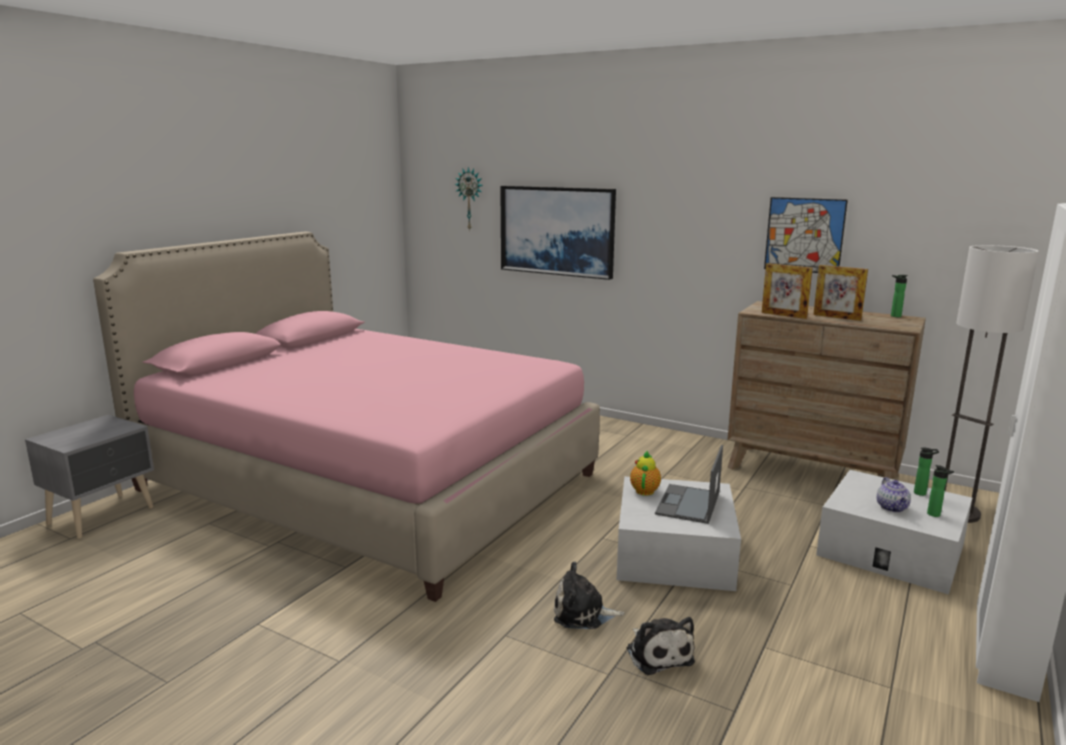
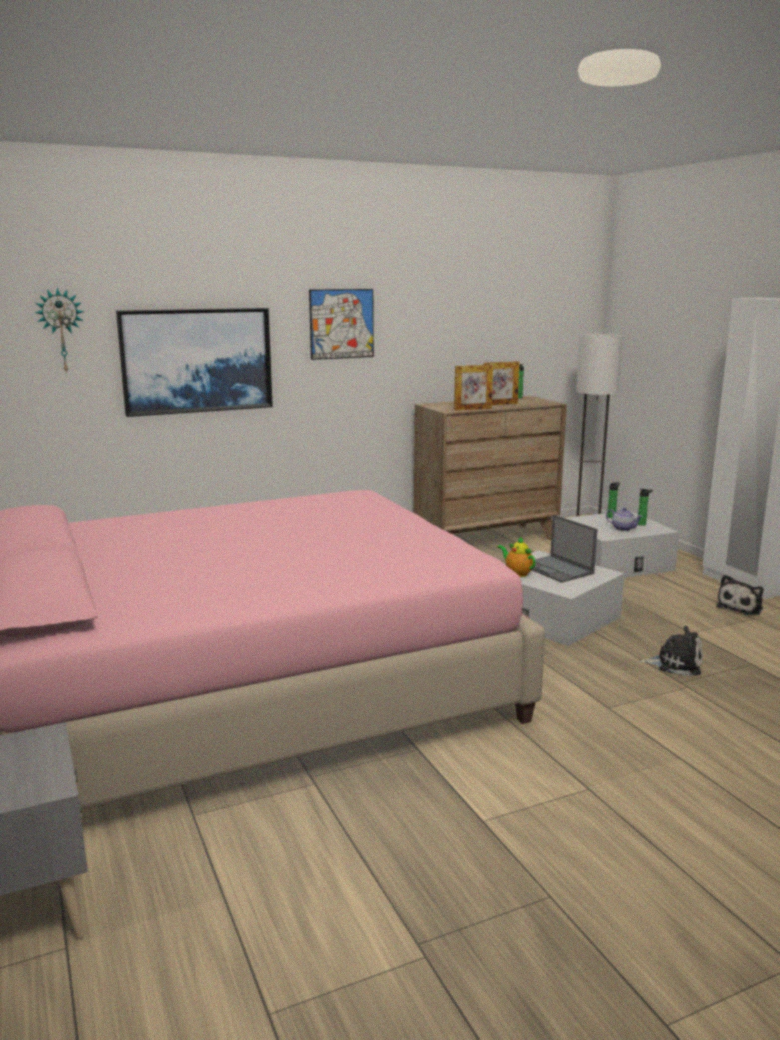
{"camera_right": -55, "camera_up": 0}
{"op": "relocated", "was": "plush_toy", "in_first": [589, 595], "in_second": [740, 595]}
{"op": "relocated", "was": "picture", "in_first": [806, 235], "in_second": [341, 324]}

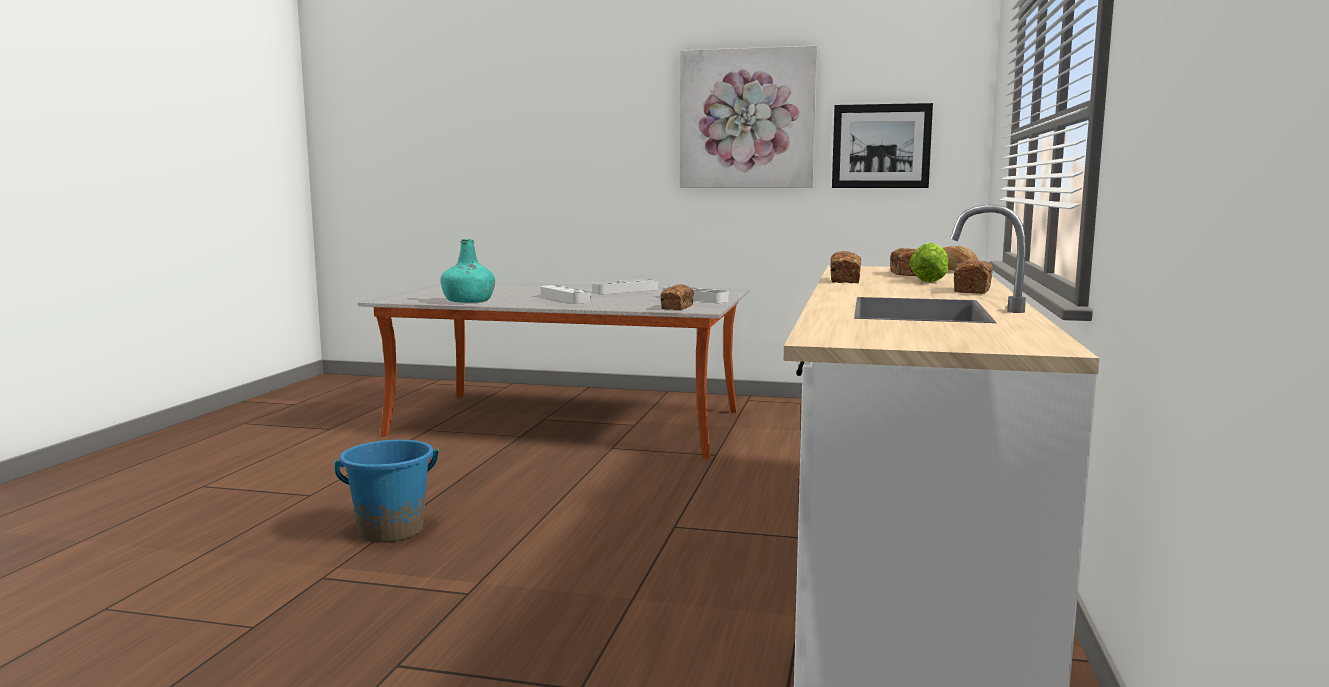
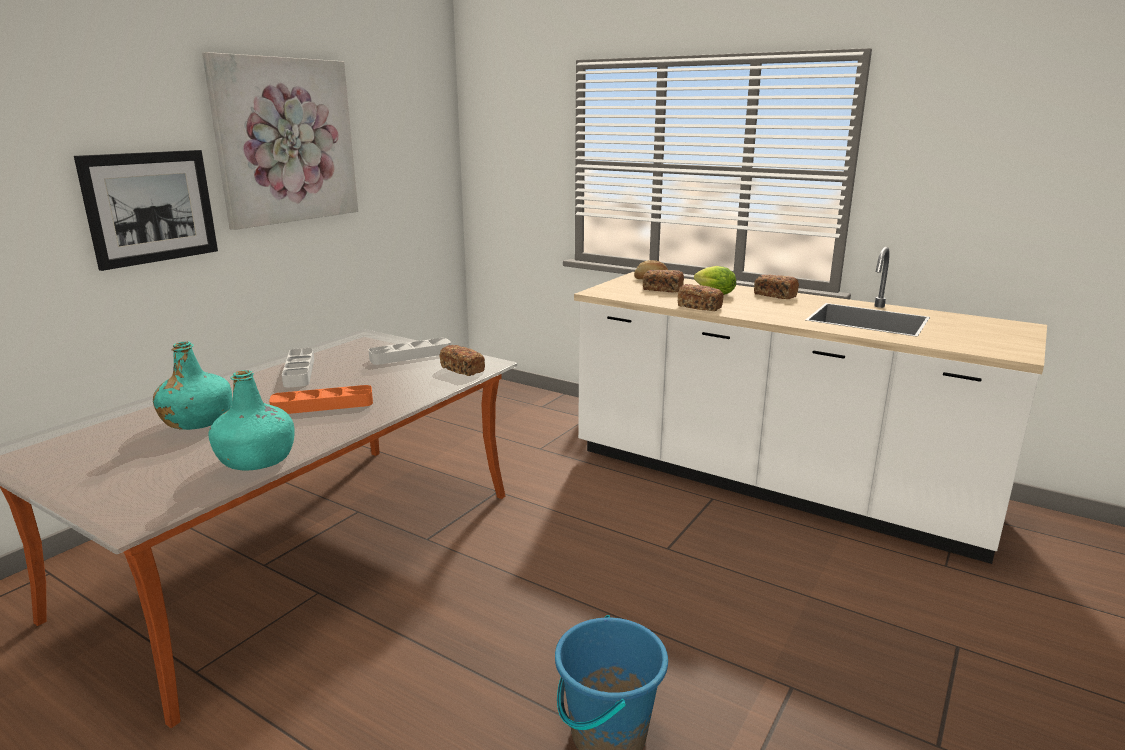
{"camera_right": -70, "camera_up": 10}
{"op": "colour", "was": "grey_tray", "now": "orange_tray", "in_first": [565, 294], "in_second": [321, 399]}
{"op": "relocated", "was": "picture", "in_first": [882, 145], "in_second": [146, 210]}
{"op": "appeared", "now": "turquoise_bottle", "in_second": [192, 385]}

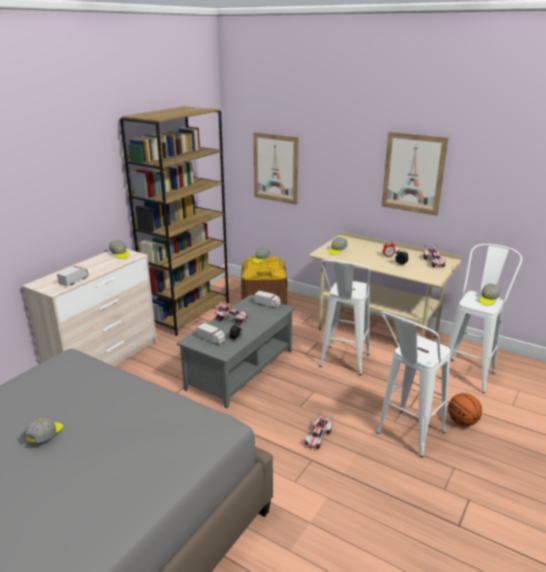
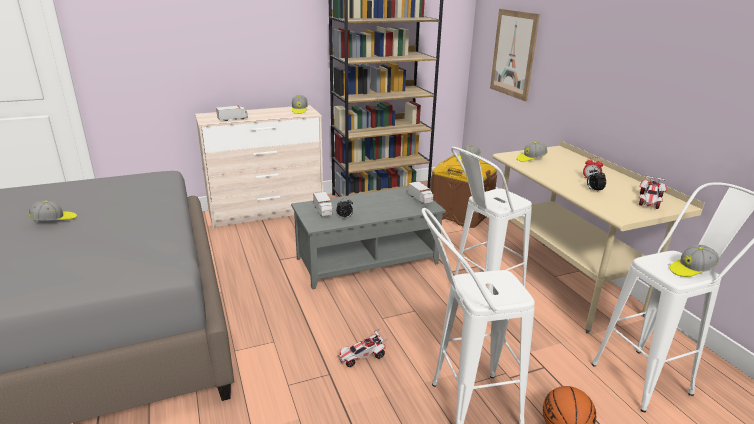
{"camera_right": 35, "camera_up": 0}
{"op": "missing", "was": "toy_car", "in_first": [230, 313]}
{"op": "missing", "was": "picture", "in_first": [415, 174]}

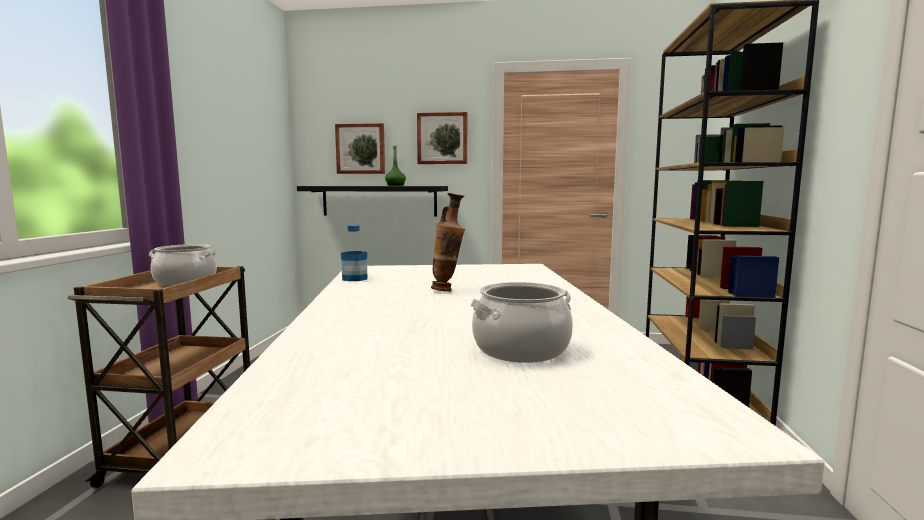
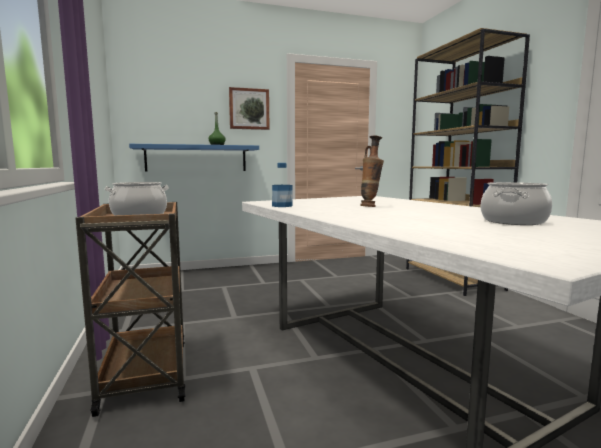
{"camera_right": -25, "camera_up": 0}
{"op": "colour", "was": "black_shelf", "now": "blue_shelf", "in_first": [372, 201], "in_second": [194, 157]}
{"op": "missing", "was": "picture", "in_first": [360, 148]}

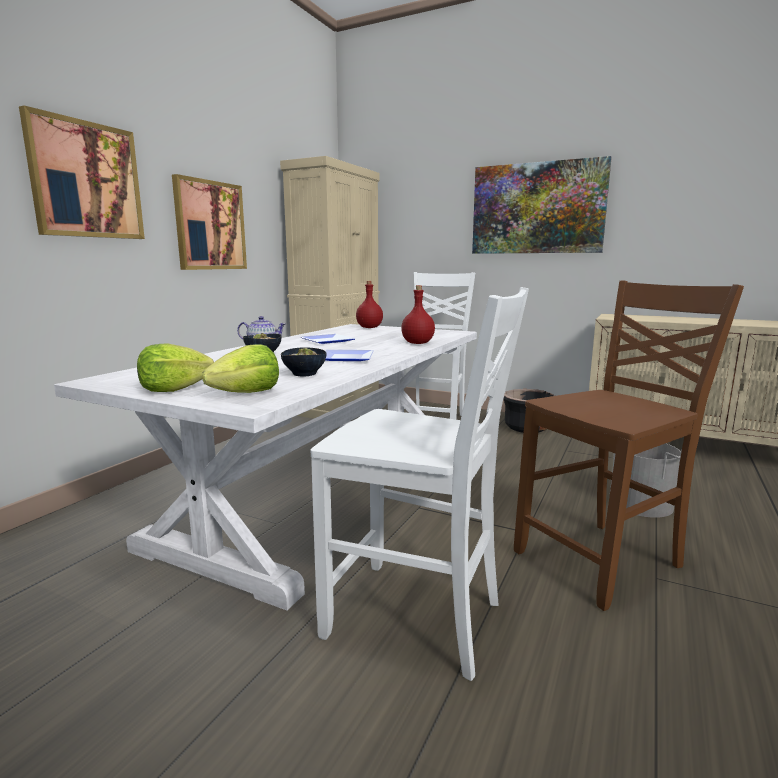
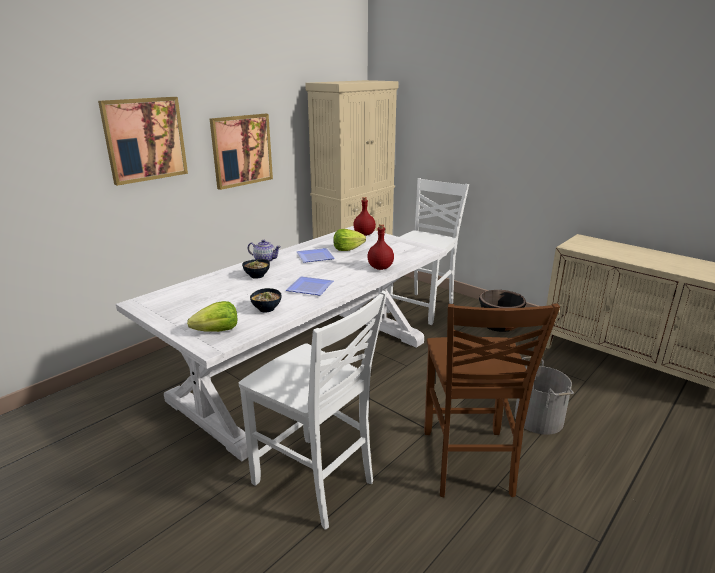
{"camera_right": 15, "camera_up": 10}
{"op": "relocated", "was": "lettuce", "in_first": [175, 367], "in_second": [349, 240]}
{"op": "missing", "was": "picture", "in_first": [542, 205]}
{"op": "spun", "was": "brown_chair", "in_first": [629, 446], "in_second": [492, 400], "clockwise": 105}

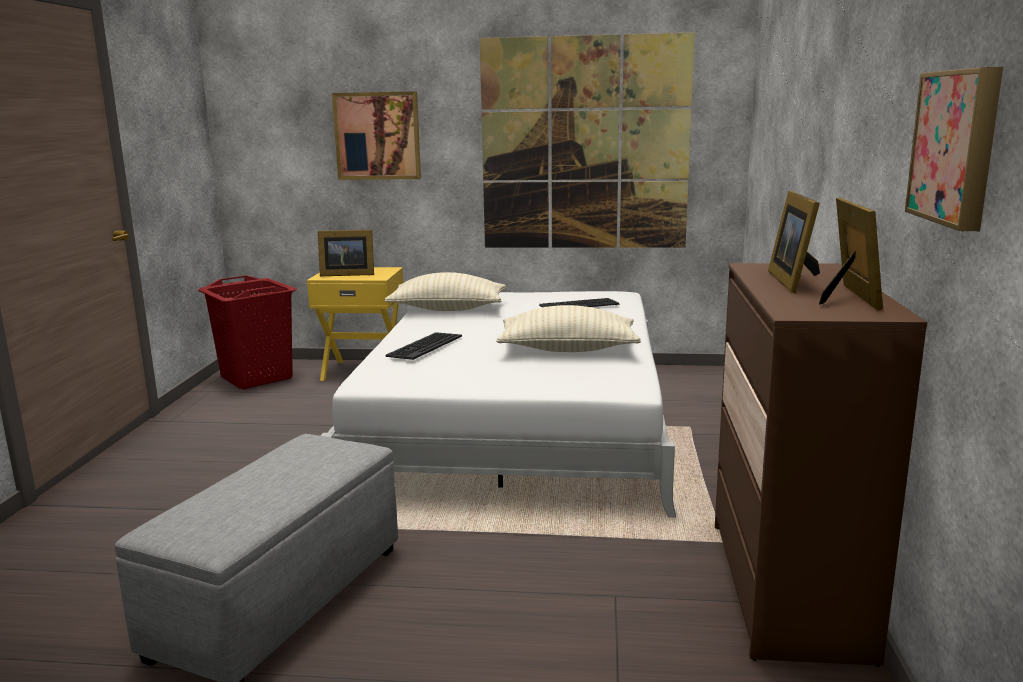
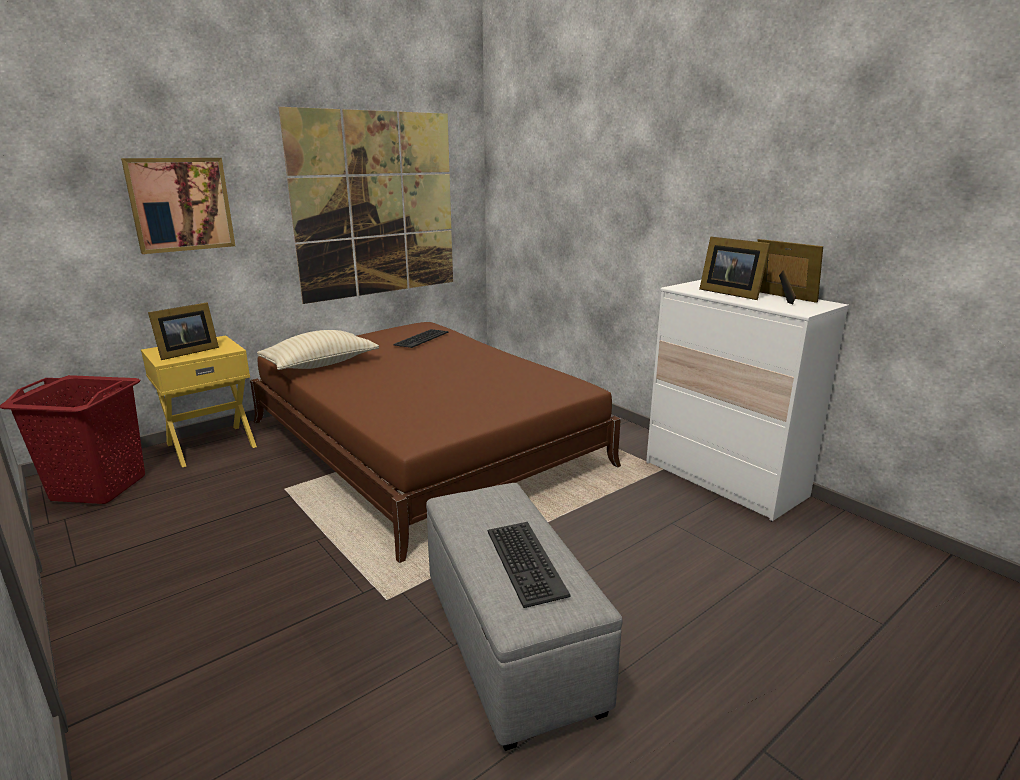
{"camera_right": -45, "camera_up": 5}
{"op": "colour", "was": "white_bed", "now": "brown_bed", "in_first": [498, 404], "in_second": [435, 442]}
{"op": "relocated", "was": "keyboard", "in_first": [424, 346], "in_second": [529, 565]}
{"op": "missing", "was": "beige_pillow", "in_first": [568, 328]}
{"op": "colour", "was": "brown_dresser", "now": "white_dresser", "in_first": [821, 465], "in_second": [747, 400]}
{"op": "missing", "was": "picture", "in_first": [954, 149]}

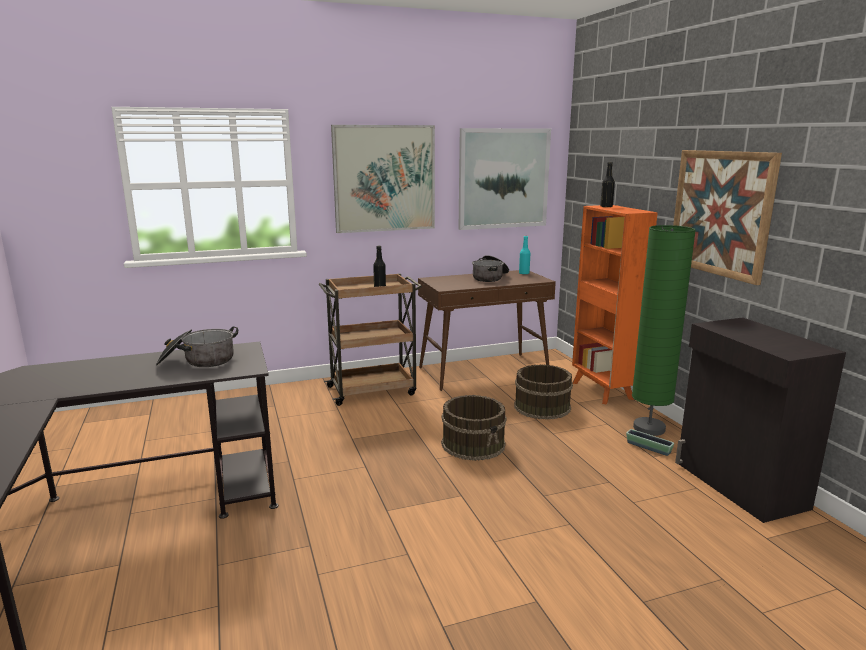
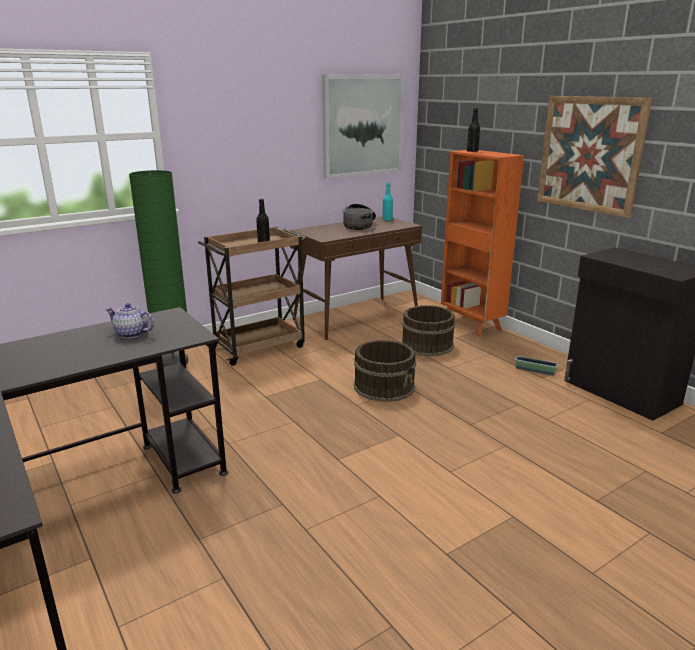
{"camera_right": -15, "camera_up": 5}
{"op": "exchanged", "was": "cooking_pot", "now": "teapot", "in_first": [197, 347], "in_second": [130, 320]}
{"op": "missing", "was": "picture", "in_first": [383, 179]}
{"op": "relocated", "was": "green_floor_lamp", "in_first": [664, 330], "in_second": [158, 268]}

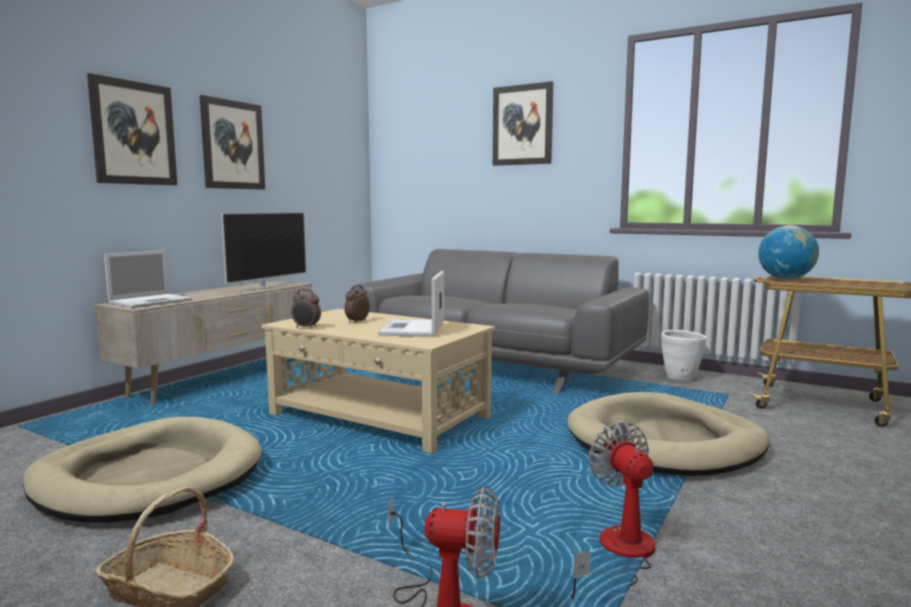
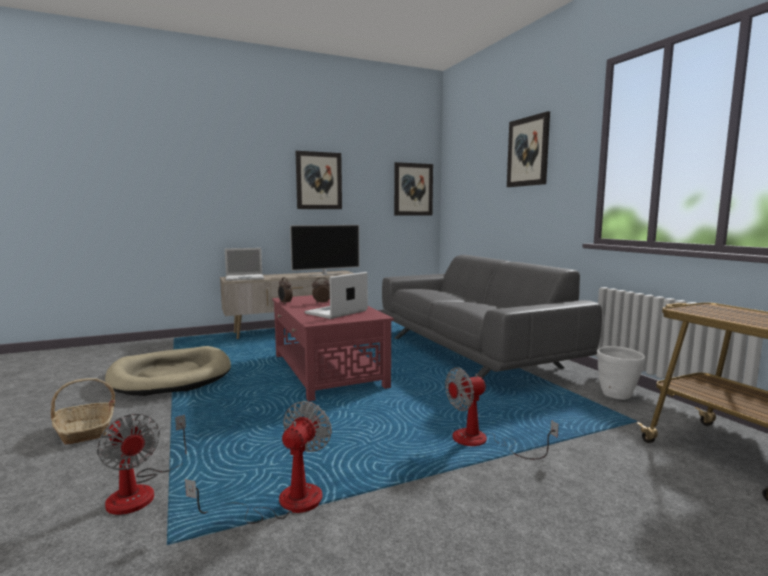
{"camera_right": 35, "camera_up": 0}
{"op": "relocated", "was": "picture", "in_first": [132, 129], "in_second": [413, 188]}
{"op": "colour", "was": "beige_coffee_table", "now": "red_coffee_table", "in_first": [378, 381], "in_second": [333, 348]}
{"op": "exchanged", "was": "beige_dog_bed", "now": "fan", "in_first": [668, 434], "in_second": [502, 413]}
{"op": "missing", "was": "globe", "in_first": [788, 252]}

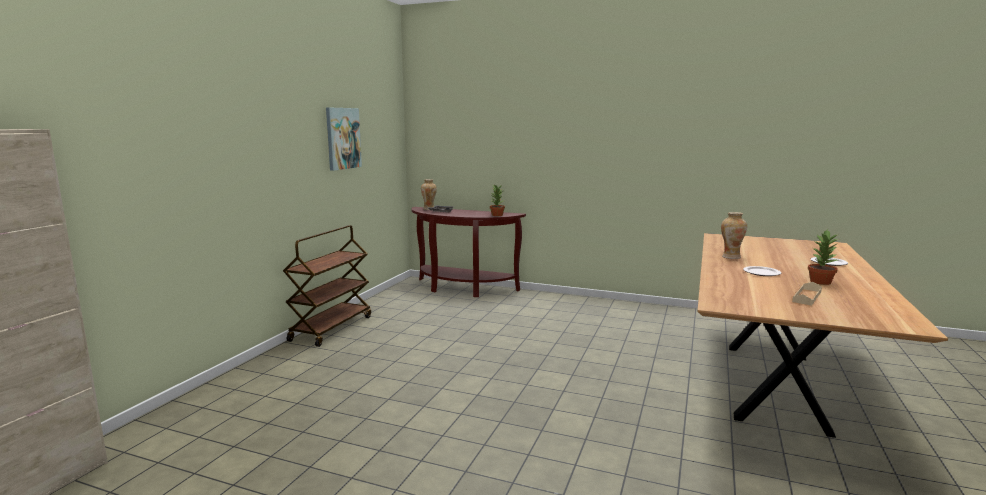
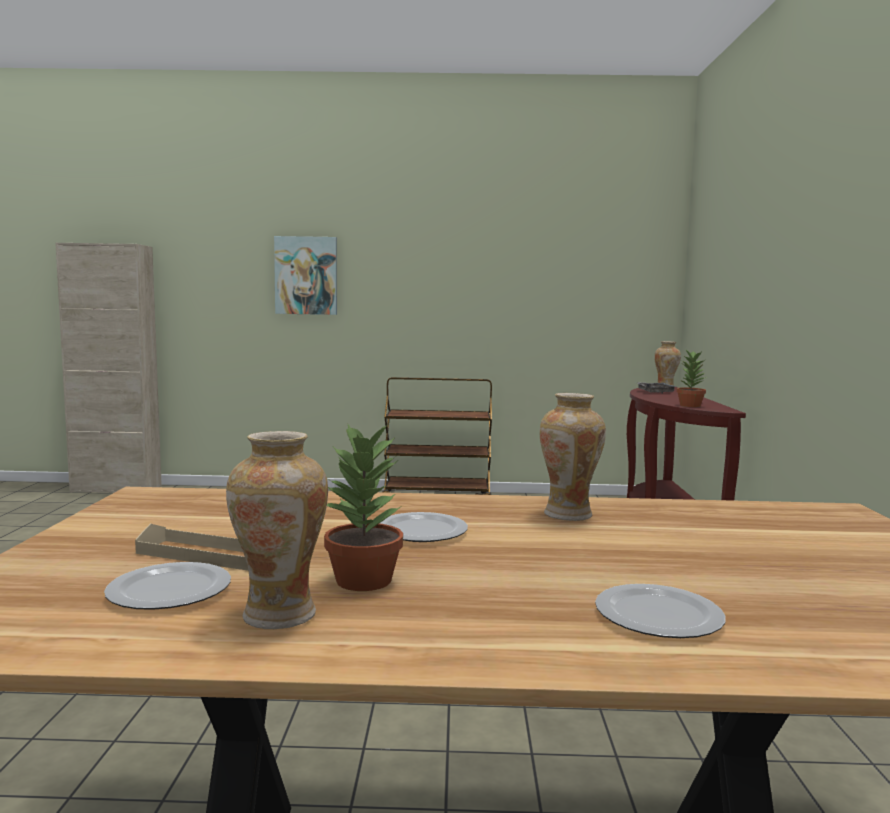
{"camera_right": 70, "camera_up": -5}
{"op": "relocated", "was": "picture", "in_first": [344, 139], "in_second": [305, 275]}
{"op": "appeared", "now": "plate", "in_second": [167, 586]}
{"op": "appeared", "now": "vase", "in_second": [277, 530]}

